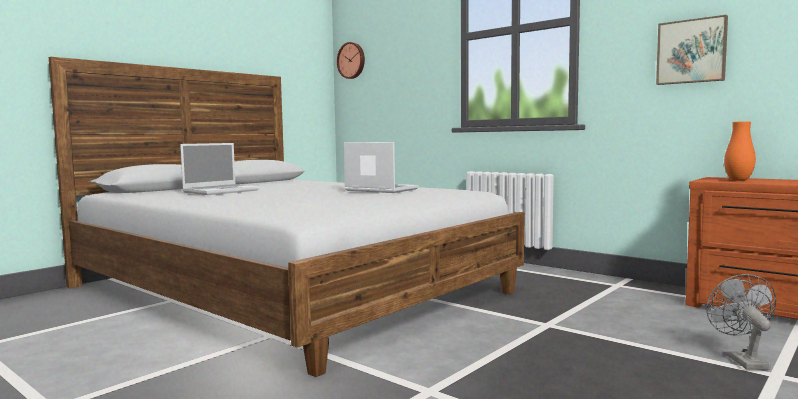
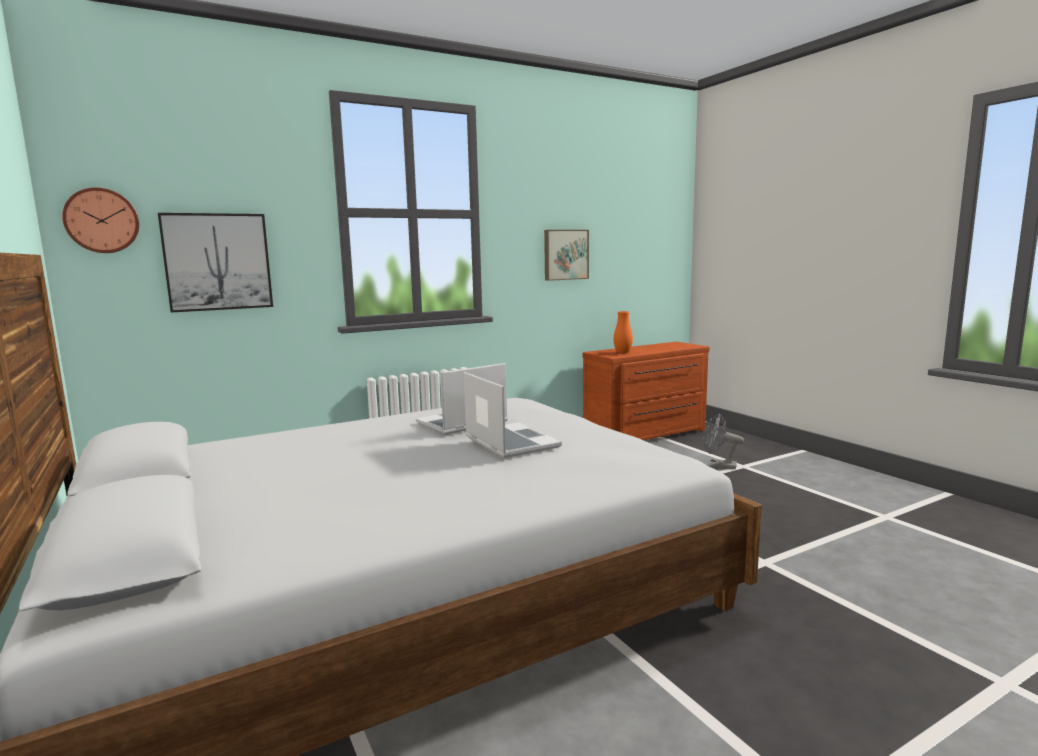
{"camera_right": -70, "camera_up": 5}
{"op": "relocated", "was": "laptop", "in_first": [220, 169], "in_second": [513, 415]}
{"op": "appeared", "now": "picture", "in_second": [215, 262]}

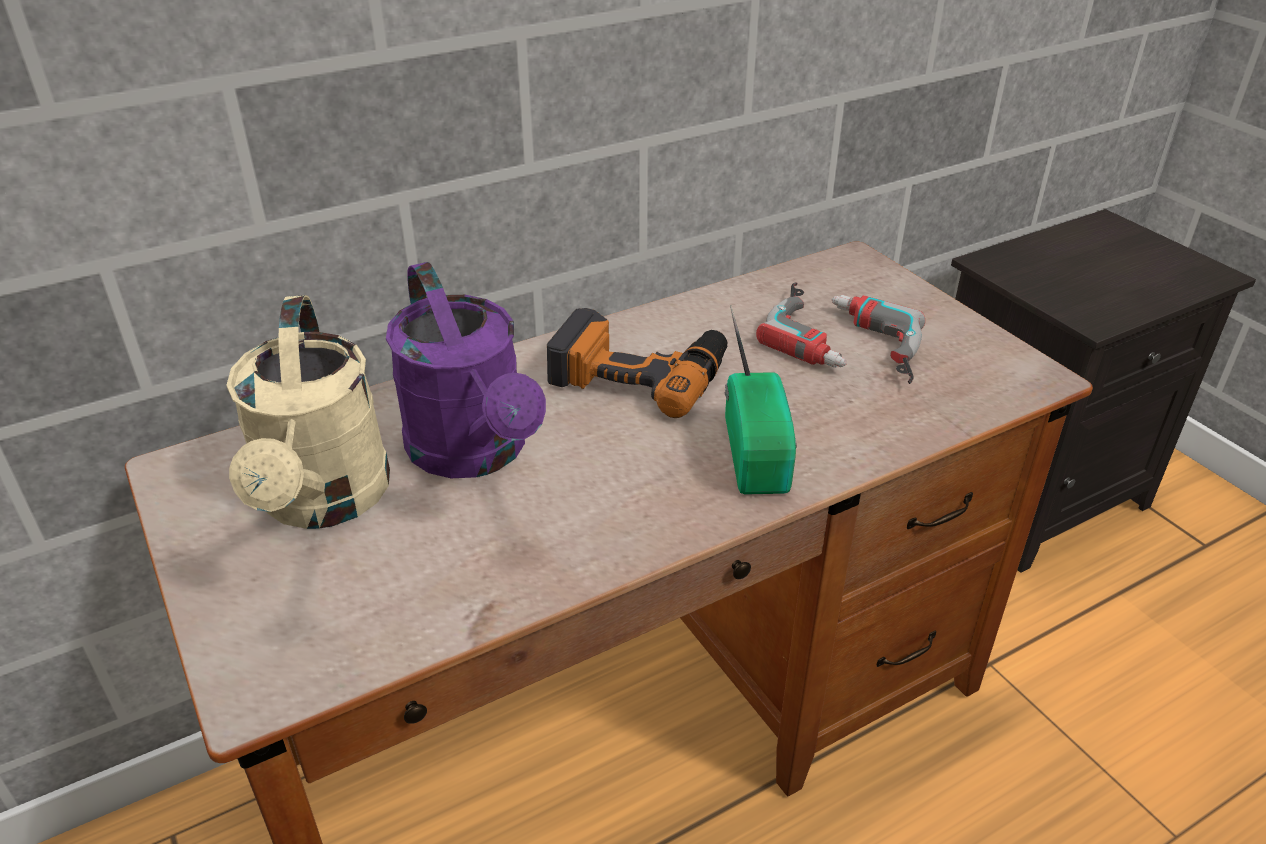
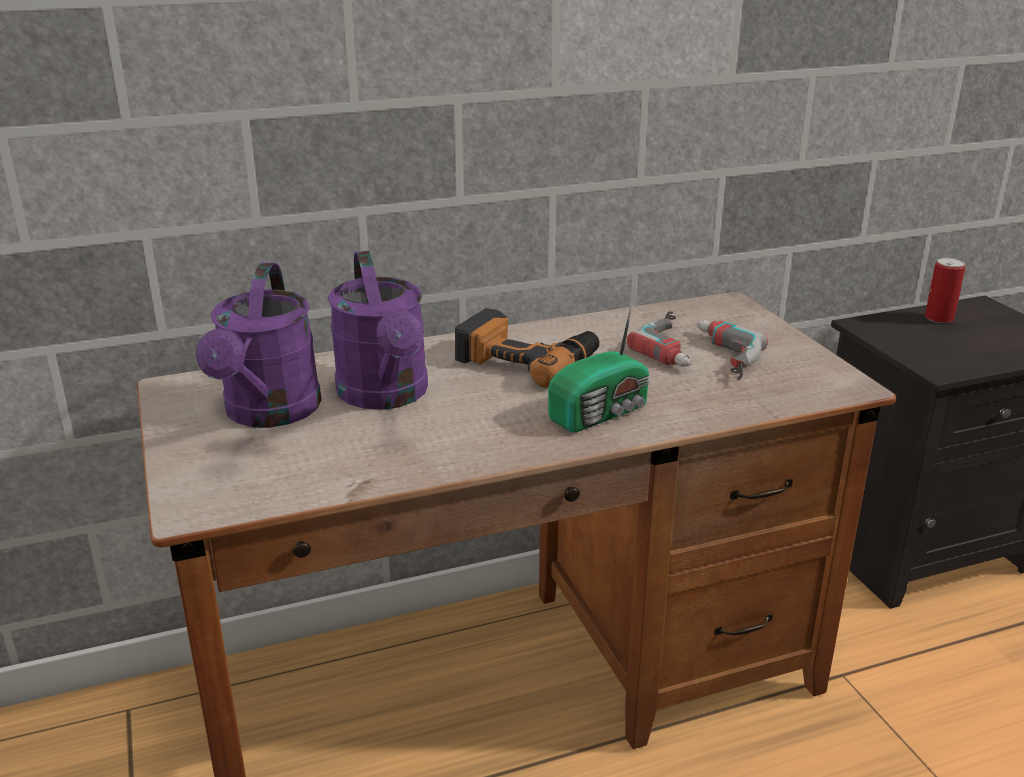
{"camera_right": 10, "camera_up": -10}
{"op": "colour", "was": "beige_watering_can", "now": "purple_watering_can", "in_first": [308, 412], "in_second": [259, 345]}
{"op": "spun", "was": "radio", "in_first": [761, 400], "in_second": [599, 366], "clockwise": 45}
{"op": "appeared", "now": "can", "in_second": [945, 290]}

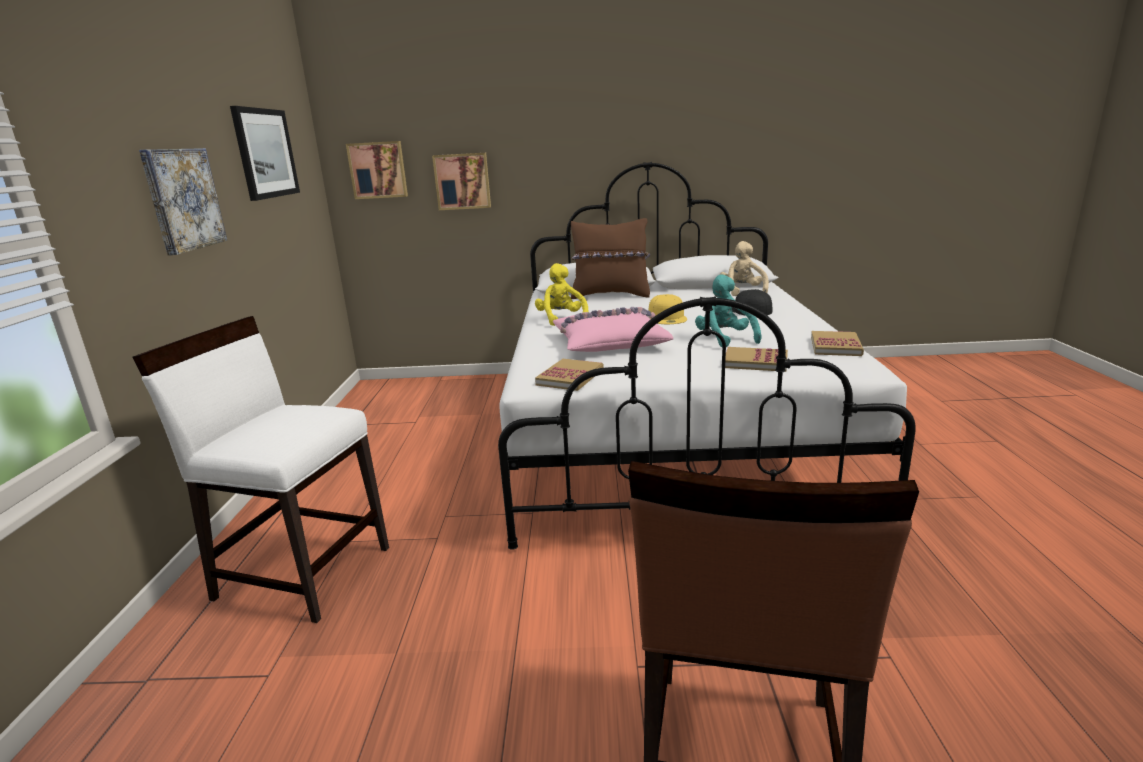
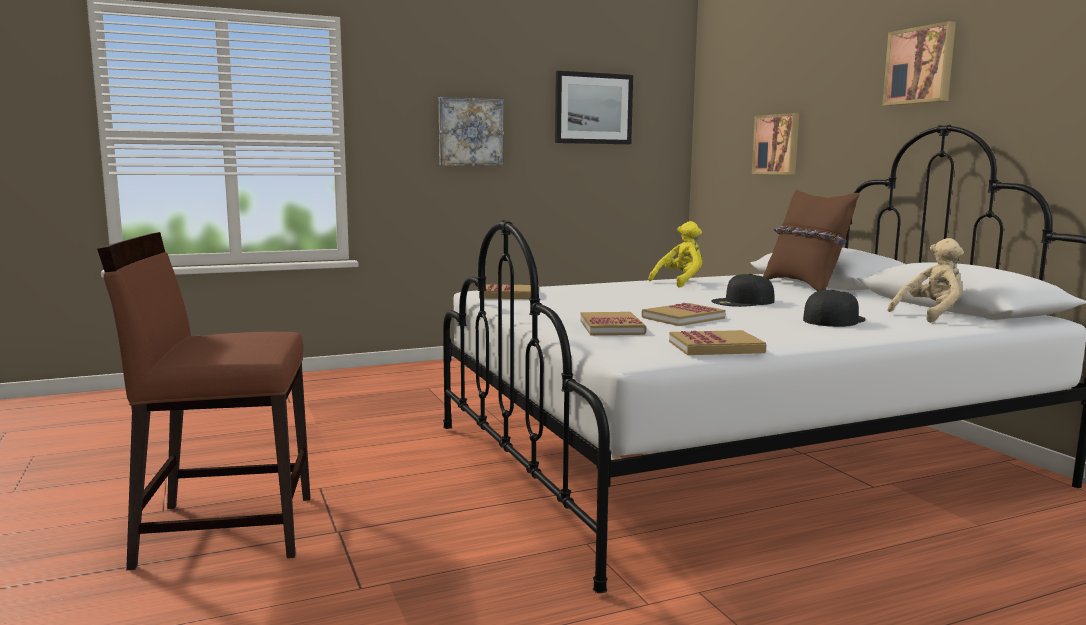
{"camera_right": 65, "camera_up": -10}
{"op": "missing", "was": "white_chair", "in_first": [260, 469]}
{"op": "relocated", "was": "picture", "in_first": [377, 170], "in_second": [919, 63]}
{"op": "missing", "was": "pink_pillow", "in_first": [613, 329]}
{"op": "colour", "was": "yellow_cap", "now": "black_cap", "in_first": [667, 309], "in_second": [743, 290]}
{"op": "exchanged", "was": "turquoise_plush_toy", "now": "book", "in_first": [728, 310], "in_second": [683, 314]}

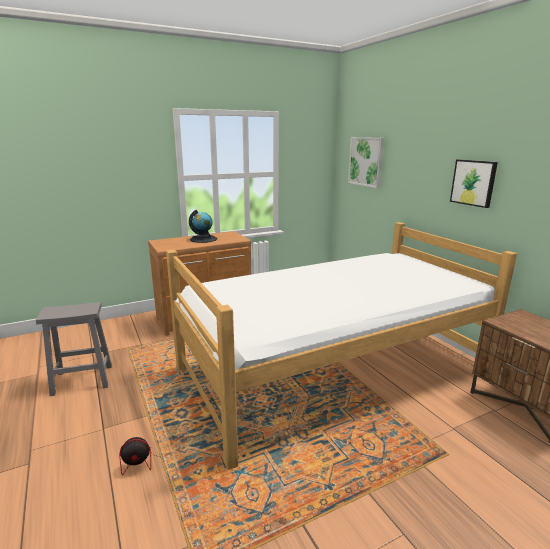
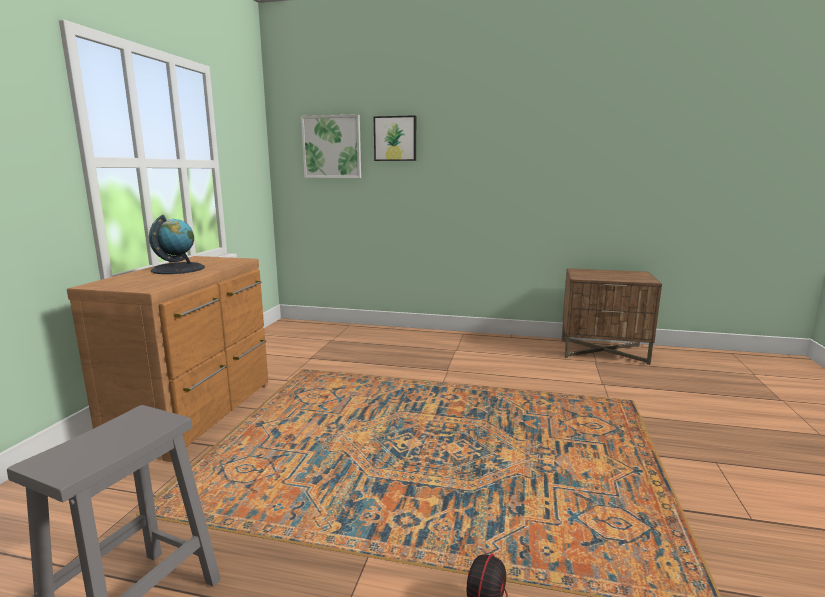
{"camera_right": -50, "camera_up": -5}
{"op": "missing", "was": "bed", "in_first": [341, 346]}
{"op": "relocated", "was": "picture", "in_first": [474, 183], "in_second": [395, 138]}

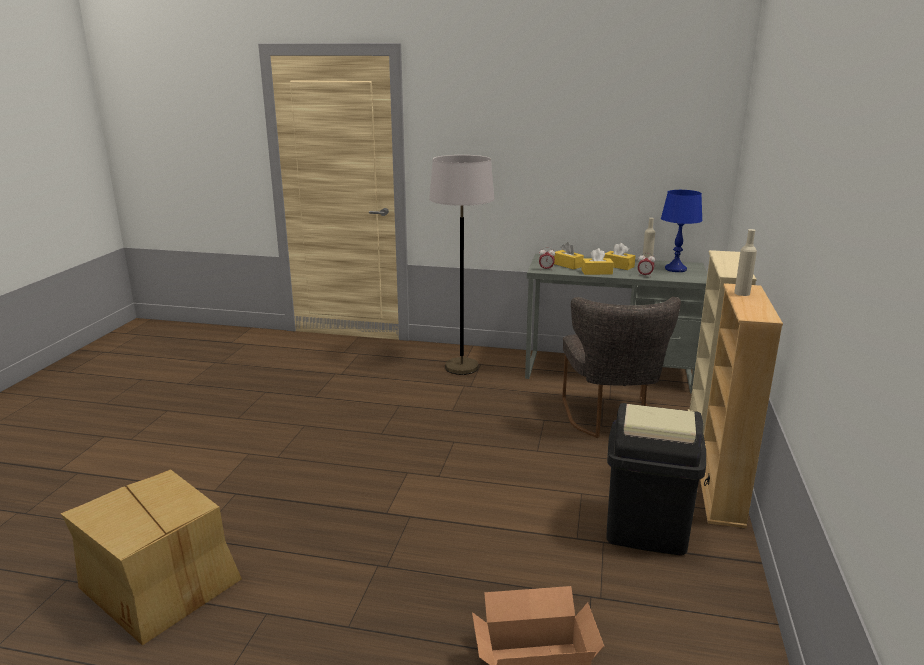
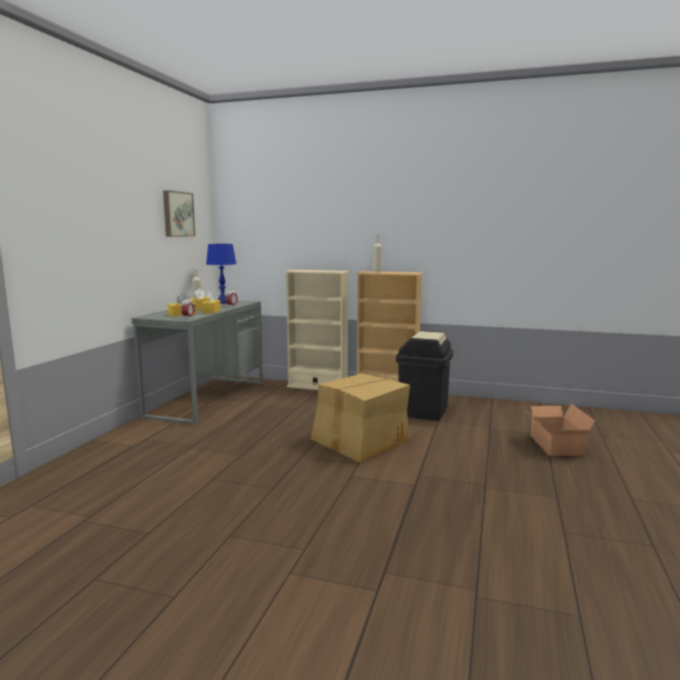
{"camera_right": -85, "camera_up": -10}
{"op": "relocated", "was": "cardboard_box", "in_first": [151, 557], "in_second": [360, 418]}
{"op": "missing", "was": "grey_floor_lamp", "in_first": [461, 265]}
{"op": "missing", "was": "grey_chair", "in_first": [621, 367]}
{"op": "appeared", "now": "picture", "in_second": [179, 213]}

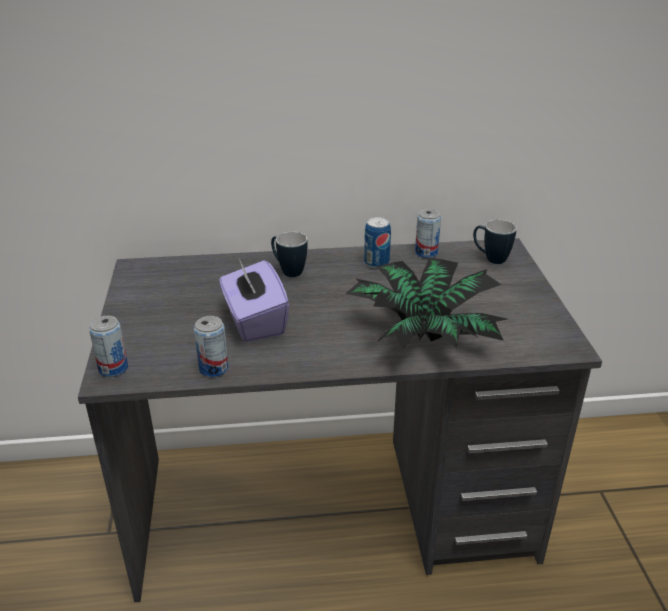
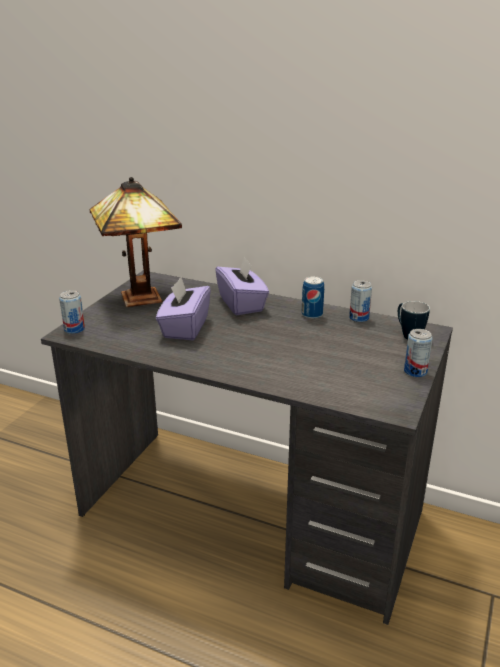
{"camera_right": 30, "camera_up": -5}
{"op": "relocated", "was": "can", "in_first": [211, 346], "in_second": [418, 353]}
{"op": "exchanged", "was": "mug", "now": "purple_tissue_box", "in_first": [289, 254], "in_second": [242, 285]}
{"op": "missing", "was": "potted_plant", "in_first": [426, 304]}
{"op": "appeared", "now": "table_lamp", "in_second": [136, 242]}

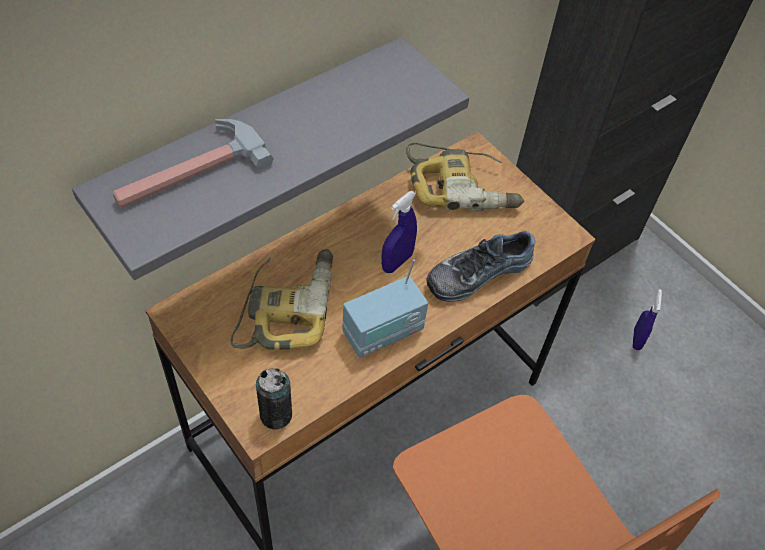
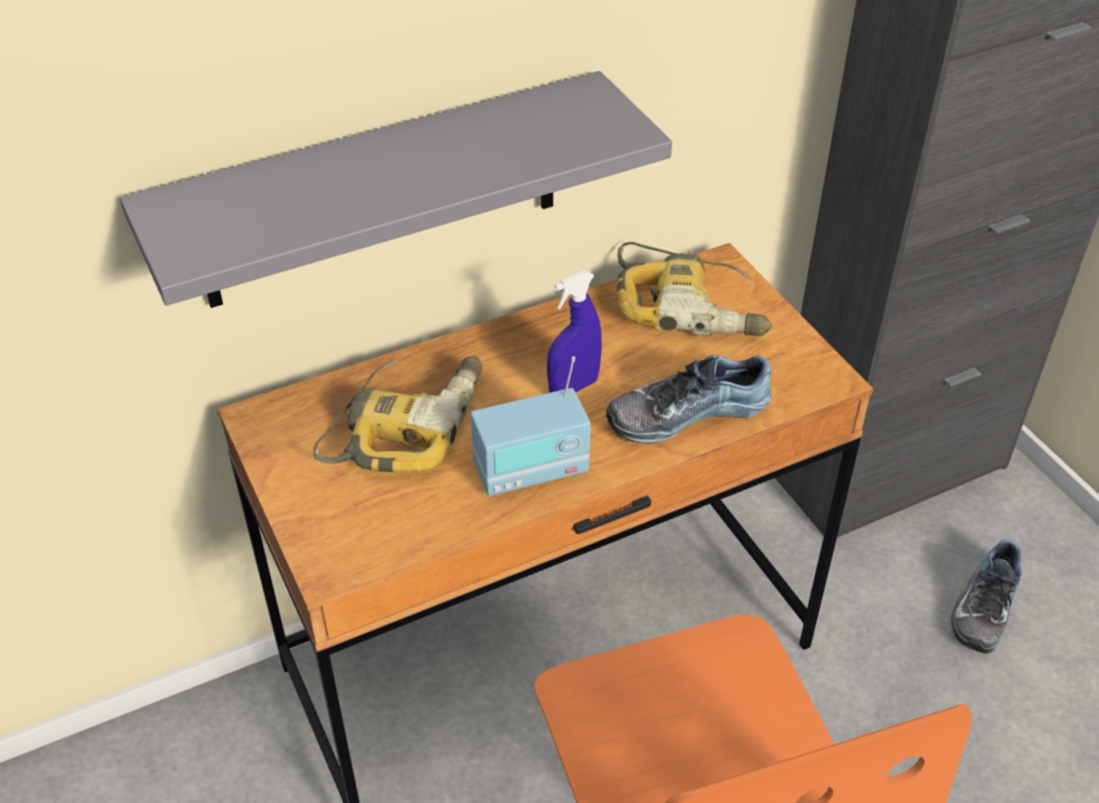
{"camera_right": 15, "camera_up": -10}
{"op": "missing", "was": "hammer", "in_first": [193, 163]}
{"op": "missing", "was": "can", "in_first": [274, 399]}
{"op": "exchanged", "was": "blue_spray_bottle", "now": "shoe", "in_first": [647, 319], "in_second": [986, 597]}

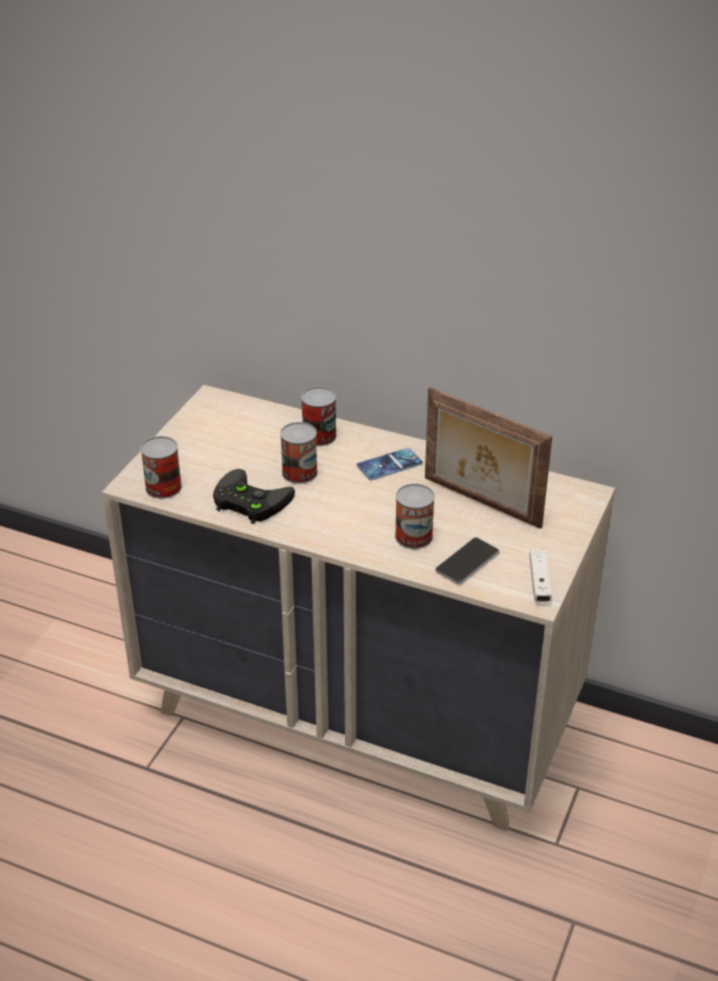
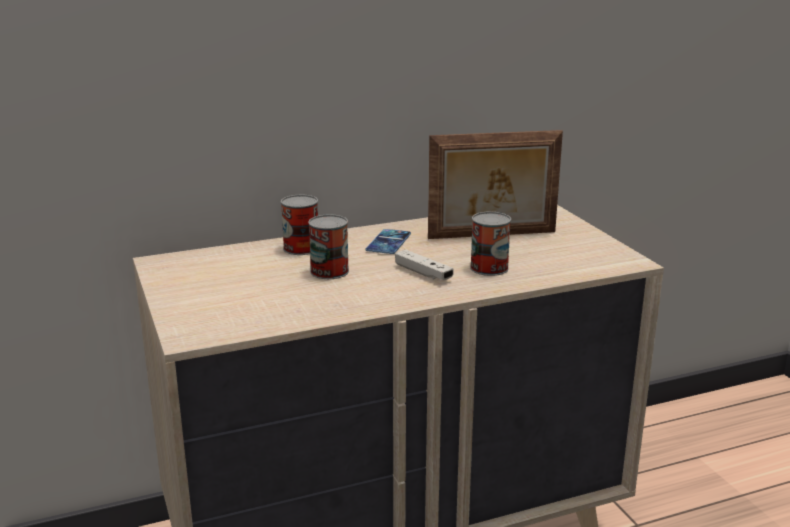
{"camera_right": -45, "camera_up": -15}
{"op": "missing", "was": "can", "in_first": [161, 467]}
{"op": "missing", "was": "black_game_controller", "in_first": [254, 496]}
{"op": "missing", "was": "phone", "in_first": [467, 561]}
{"op": "relocated", "was": "white_game_controller", "in_first": [541, 575], "in_second": [424, 265]}

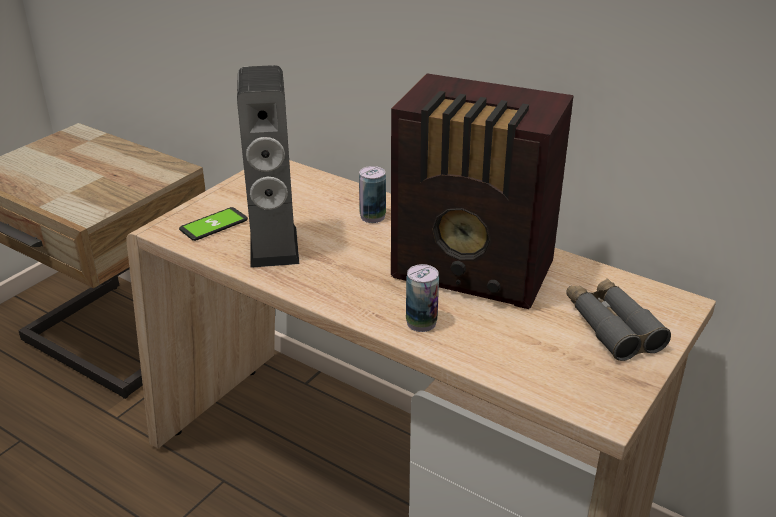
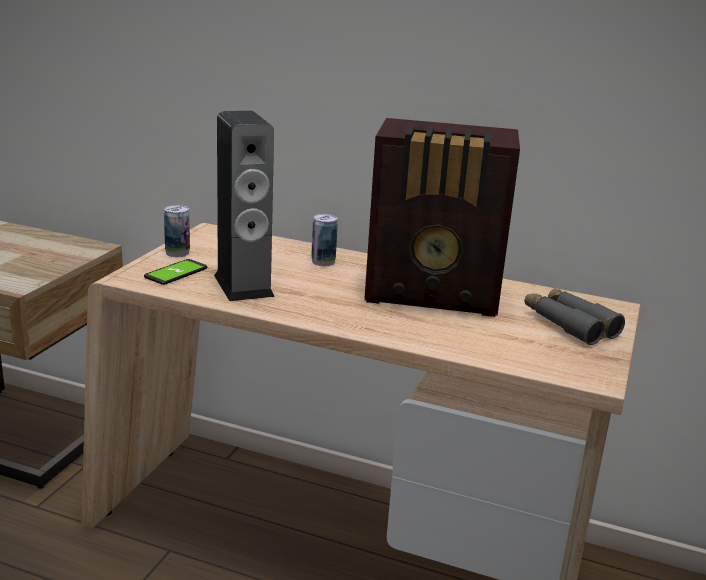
{"camera_right": -15, "camera_up": -10}
{"op": "relocated", "was": "can", "in_first": [422, 298], "in_second": [177, 231]}

